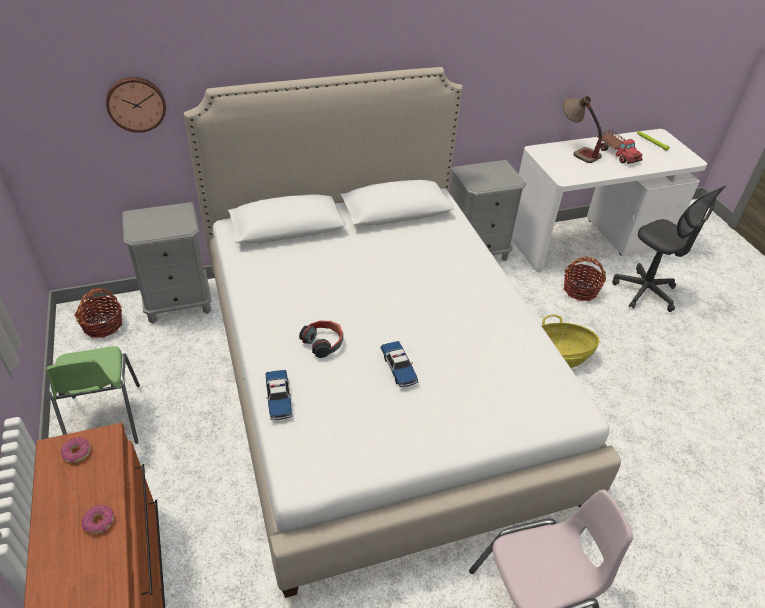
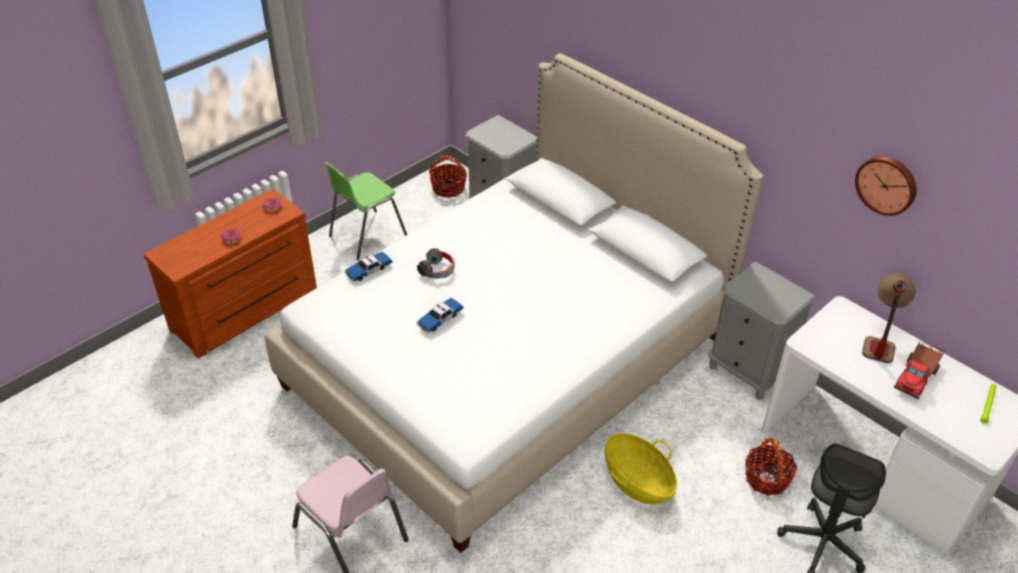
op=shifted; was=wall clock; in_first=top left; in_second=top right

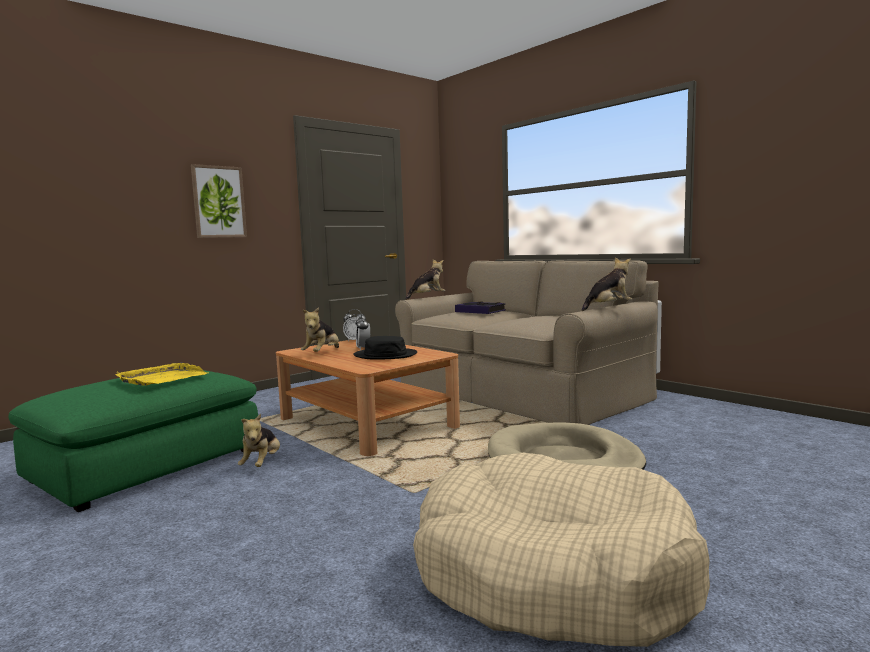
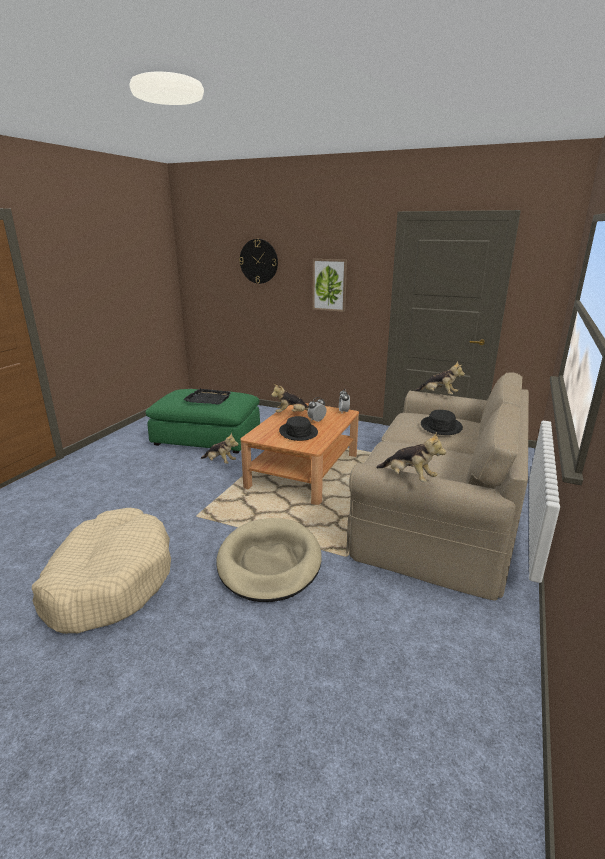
op=swapped; was=bound book; now=clothing hat in black (no. 2 from left); in_first=centre; in_second=middle right
op=repainted; was=carrying tray in yellowish; now=carrying tray in black; in_first=middle left; in_second=centre
op=rotated; was=soft toy (no. 1 from left); in_first=bottom left; in_second=centre; clockwise=-135
op=new; now=wall clock; in_second=top centre

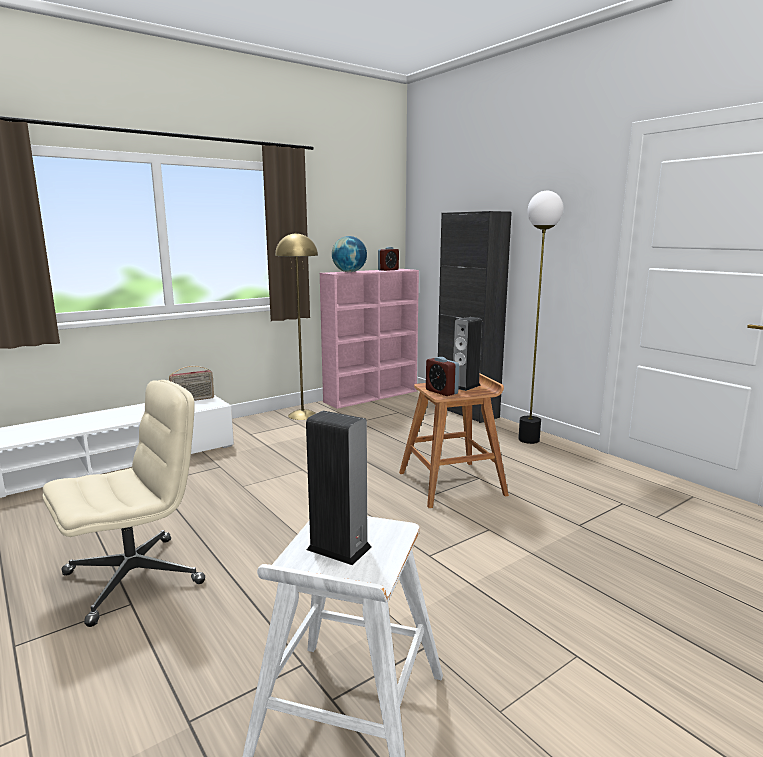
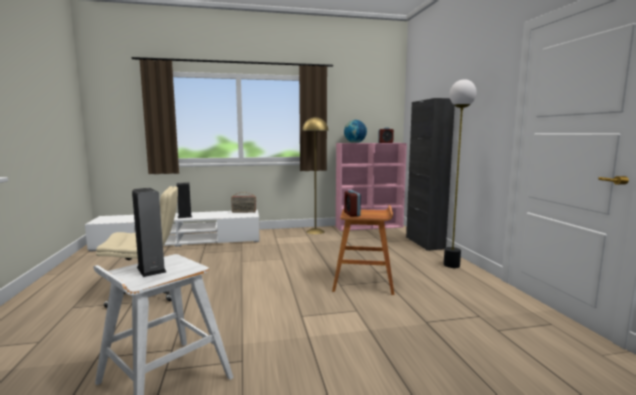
op=shifted; was=audio speaker (no. 2 from left); in_first=centre; in_second=middle left

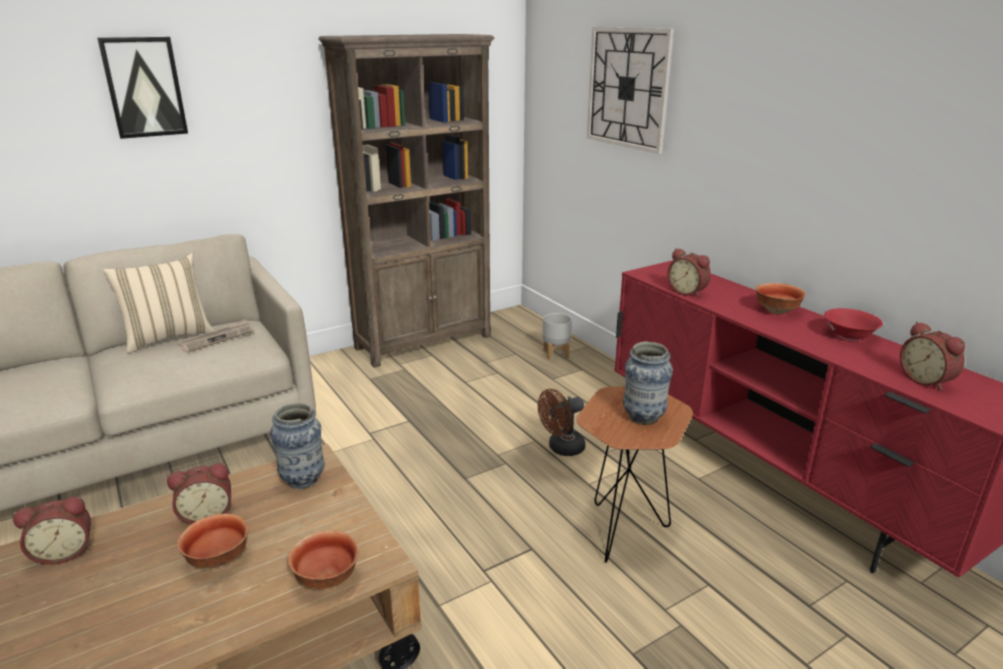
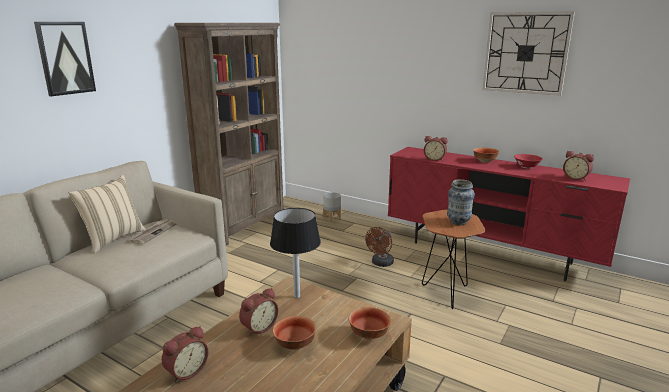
op=shifted; was=wall clock; in_first=top centre; in_second=top right
op=swapped; was=flower vase (no. 1 from left); now=tabletop lamp in black; in_first=bottom left; in_second=centre

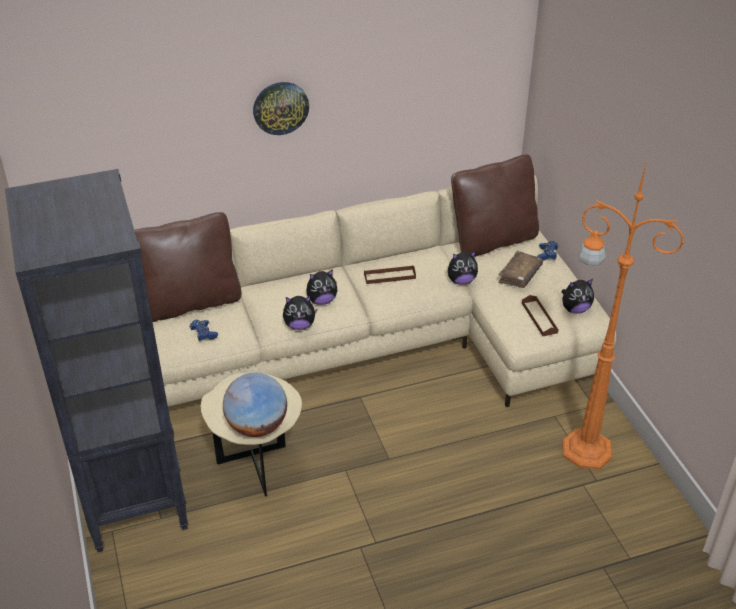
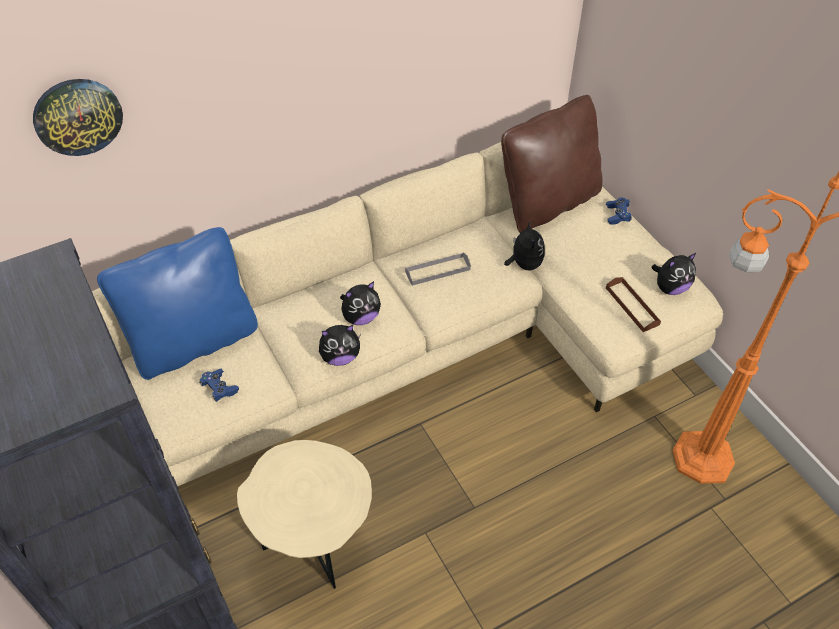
op=shifted; was=wall clock; in_first=top centre; in_second=top left
op=repainted; was=throw pillow in brown (no. 1 from left); now=throw pillow in blue-coloured; in_first=middle left; in_second=middle left
op=rotated; was=soft toy (no. 3 from left); in_first=centre; in_second=centre; clockwise=-75
op=gone; was=bound book in brown; in_first=middle right
op=repainted; was=carrying tray in brown (no. 1 from left); now=carrying tray in greyish; in_first=centre; in_second=centre
op=gone; was=desk globe; in_first=centre

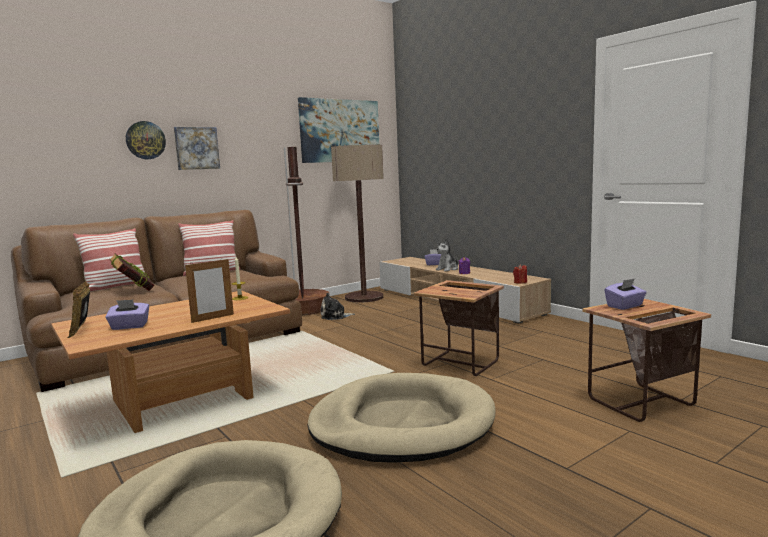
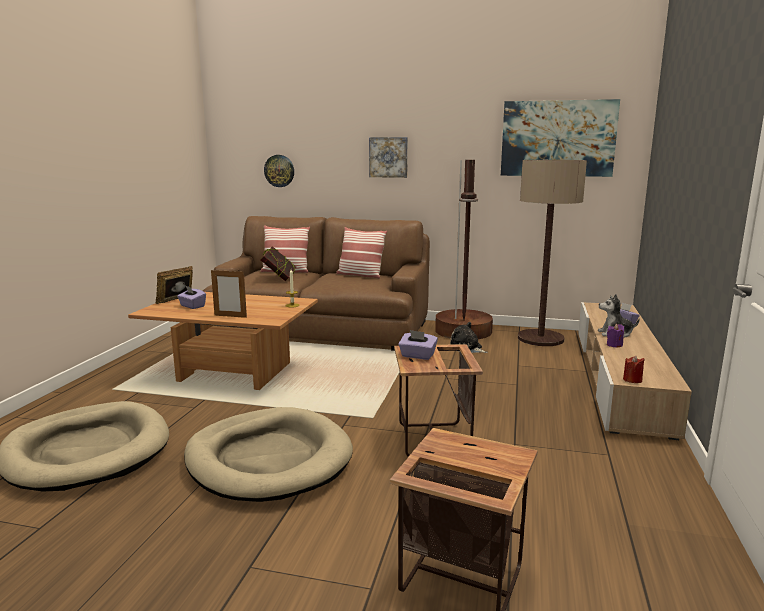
op=shifted; was=wall clock; in_first=top left; in_second=top centre
op=shifted; was=box of tissues in purplish (no. 3 from left in the first image); now=box of tissues in purplish (no. 2 from left); in_first=middle right; in_second=centre

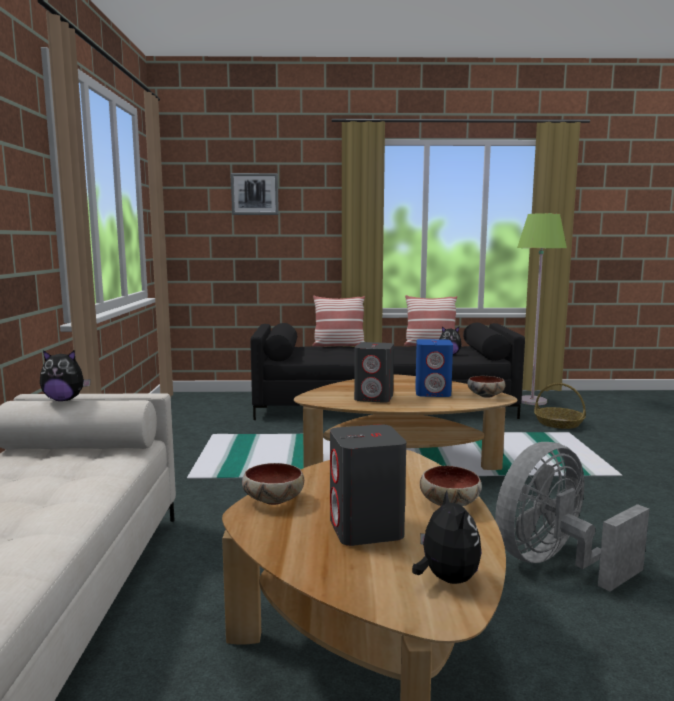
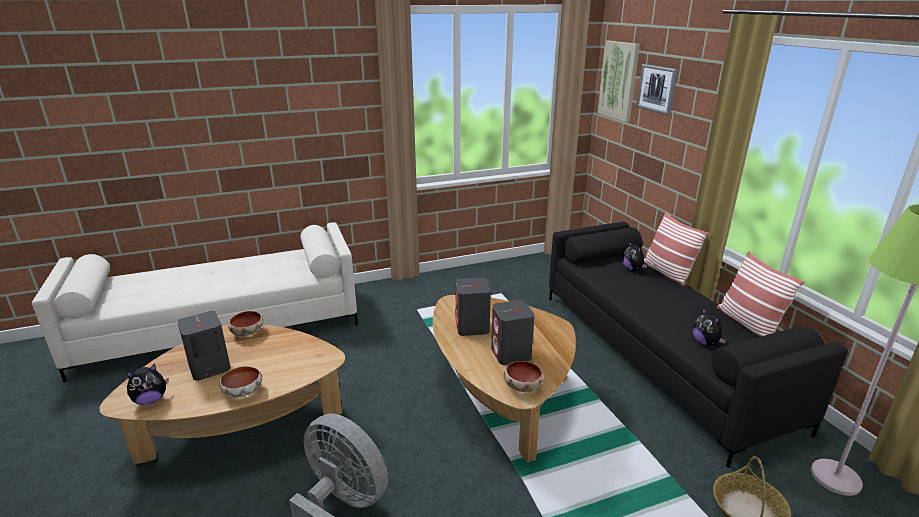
op=repainted; was=audio speaker in blue-coloured; now=audio speaker in greyish (no. 3 from left); in_first=centre; in_second=centre
op=shifted; was=soft toy (no. 1 from left in the first image); now=soft toy (no. 2 from left); in_first=middle left; in_second=middle right
op=new; now=wall picture (no. 1 from left); in_second=top right

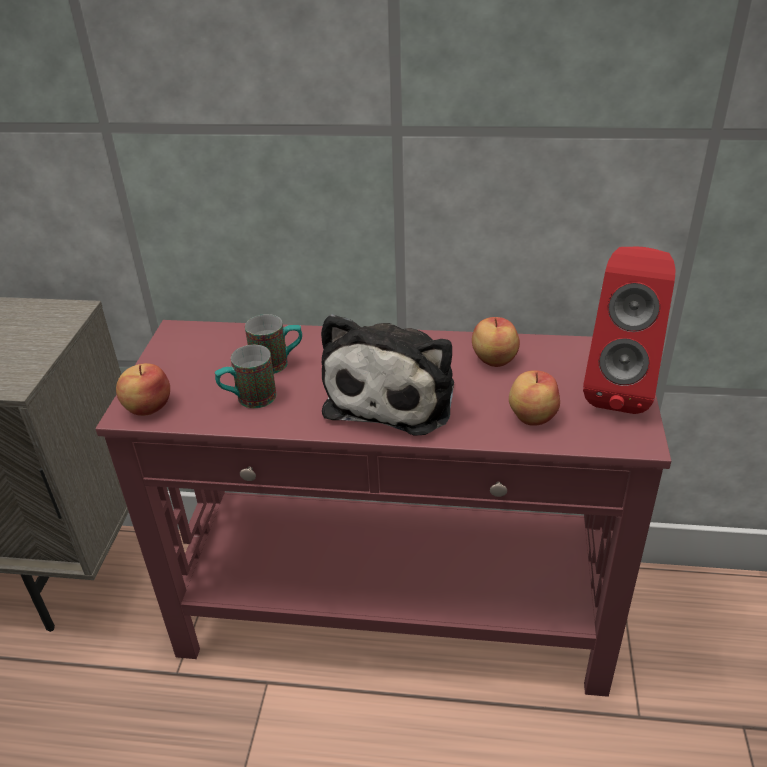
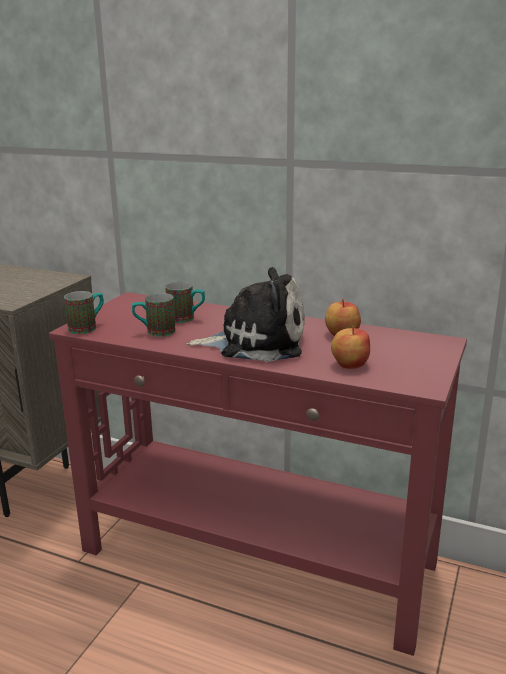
op=gone; was=audio speaker in red; in_first=middle right
op=rotated; was=soft toy; in_first=centre; in_second=centre; clockwise=-120
op=swapped; was=apple fruit (no. 1 from left); now=tea mug (no. 1 from left); in_first=middle left; in_second=middle left

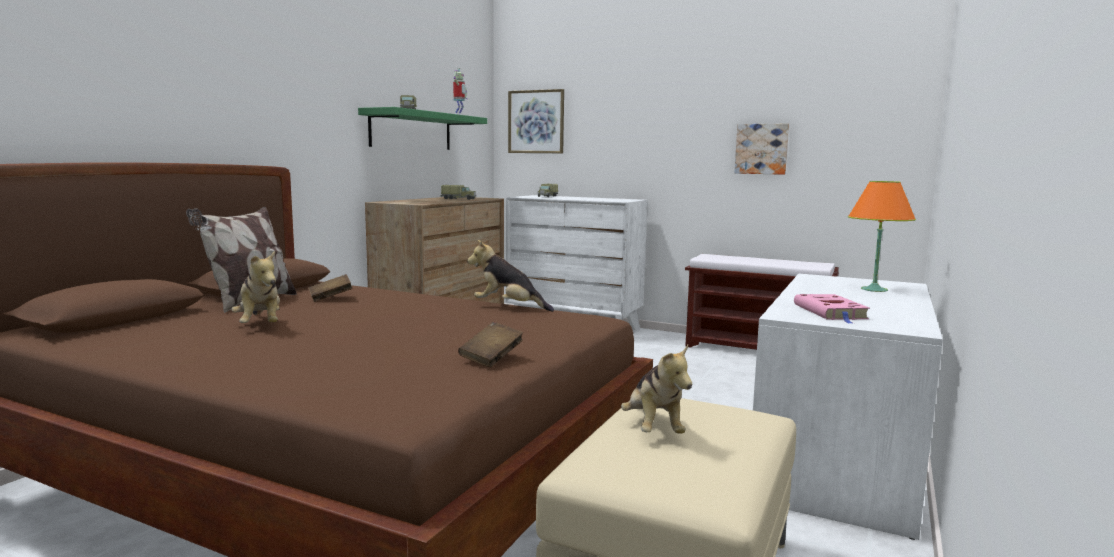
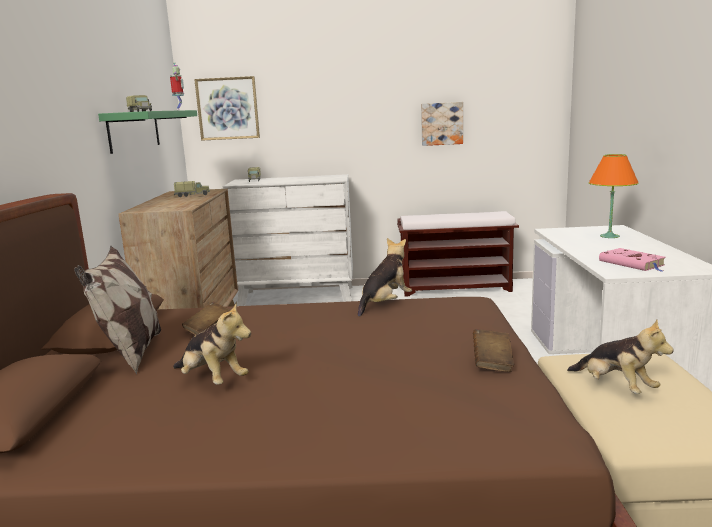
op=rotated; was=soft toy (no. 2 from left); in_first=centre; in_second=centre; clockwise=135

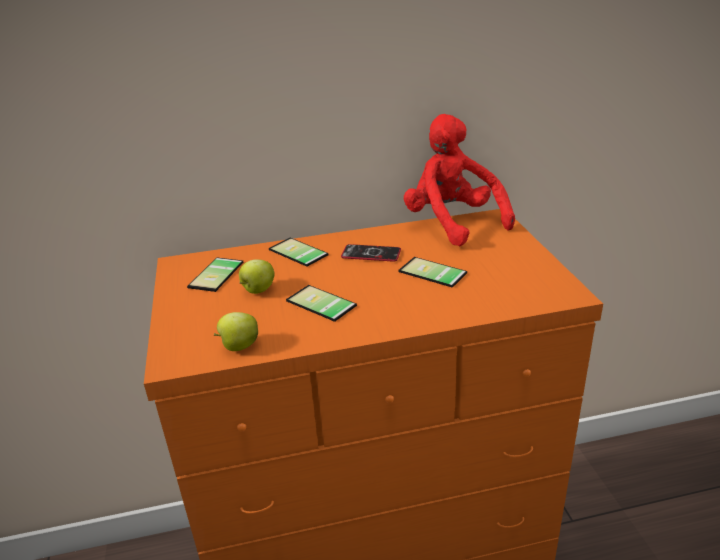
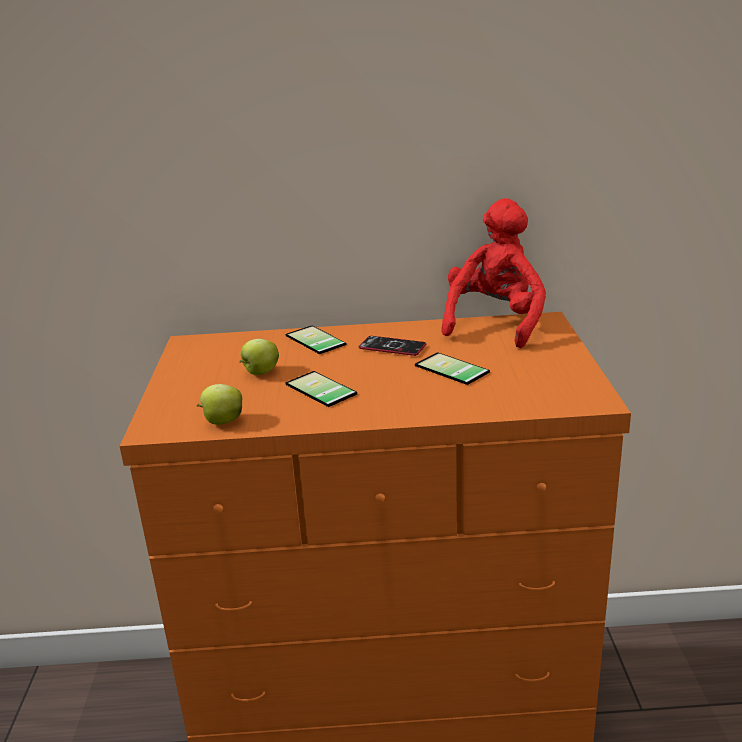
op=rotated; was=soft toy in red; in_first=top centre; in_second=centre; clockwise=45
op=gone; was=phone (no. 1 from left); in_first=middle left

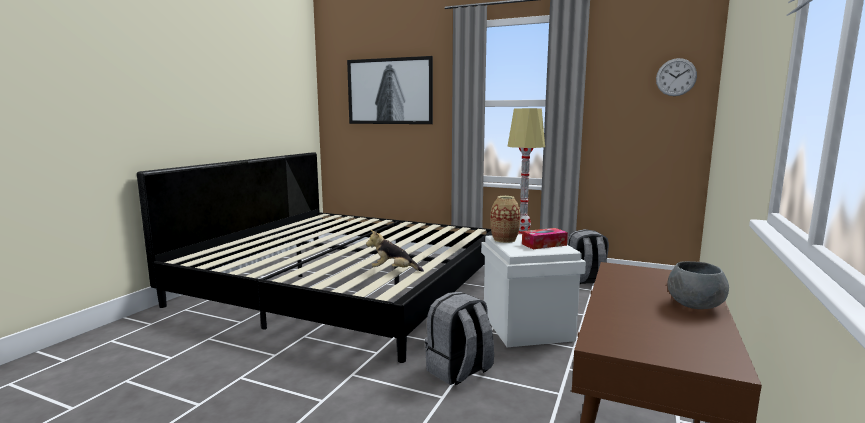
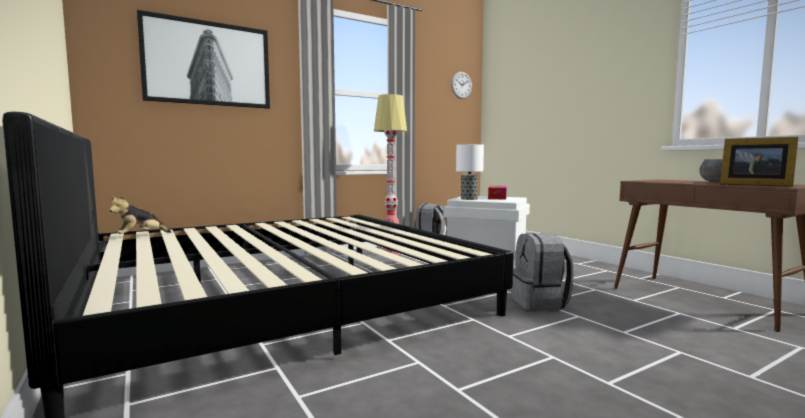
op=swapped; was=flower vase; now=tabletop lamp; in_first=centre; in_second=centre
op=shifted; was=soft toy; in_first=centre; in_second=middle left
op=new; now=standing frame; in_second=middle right

